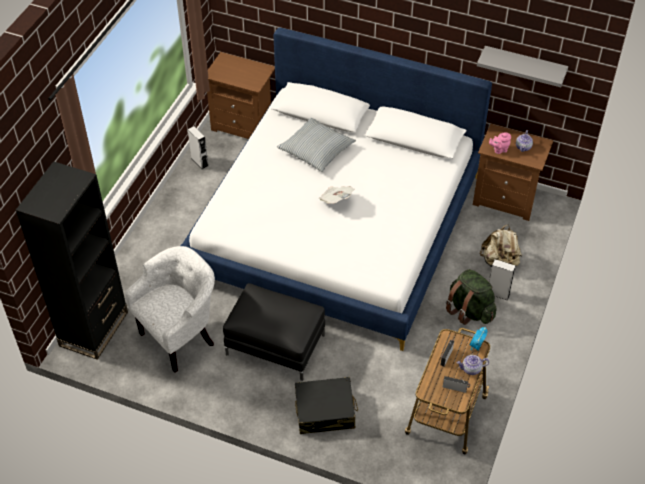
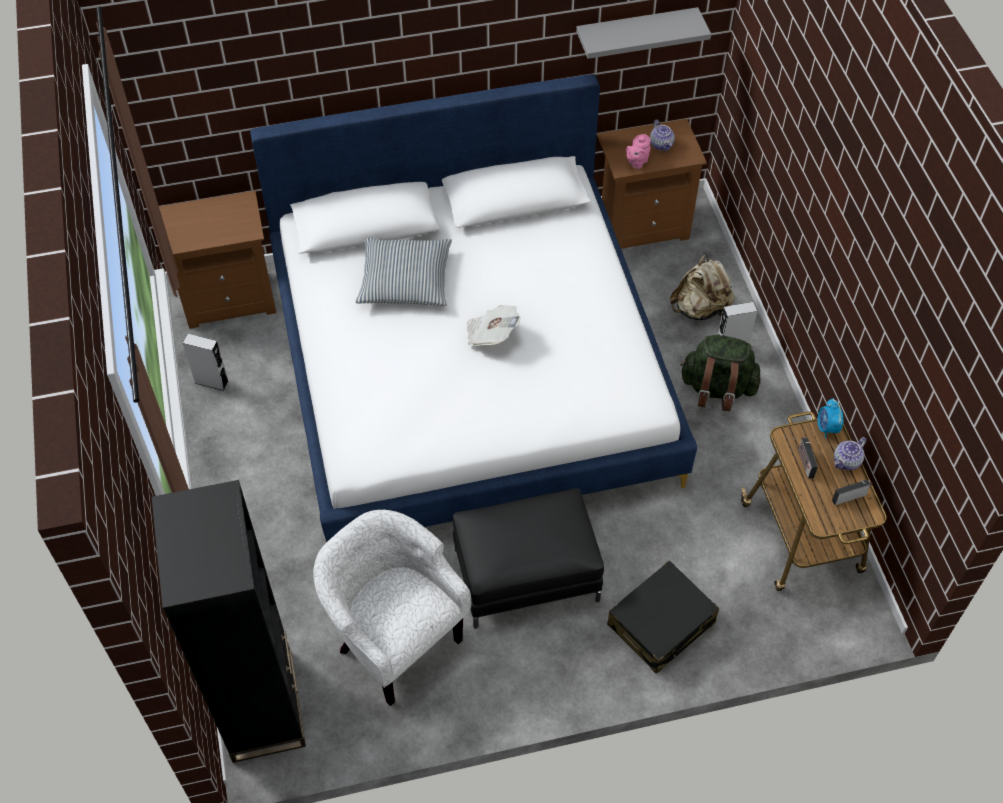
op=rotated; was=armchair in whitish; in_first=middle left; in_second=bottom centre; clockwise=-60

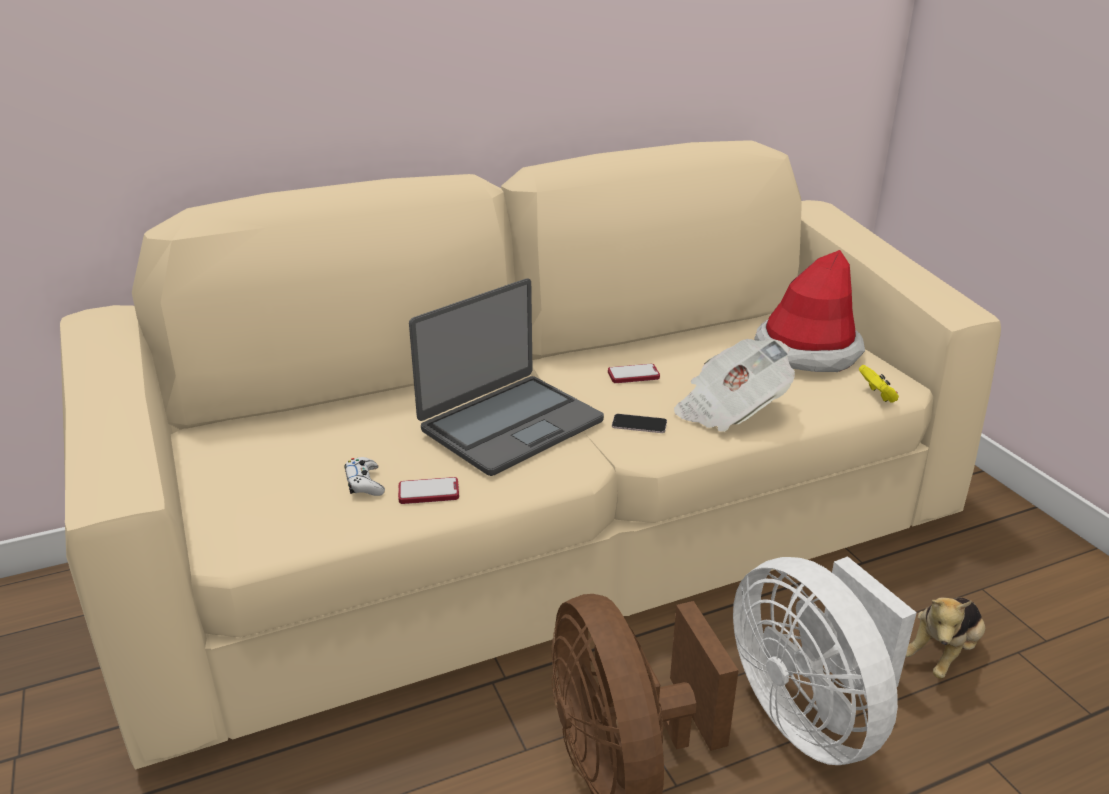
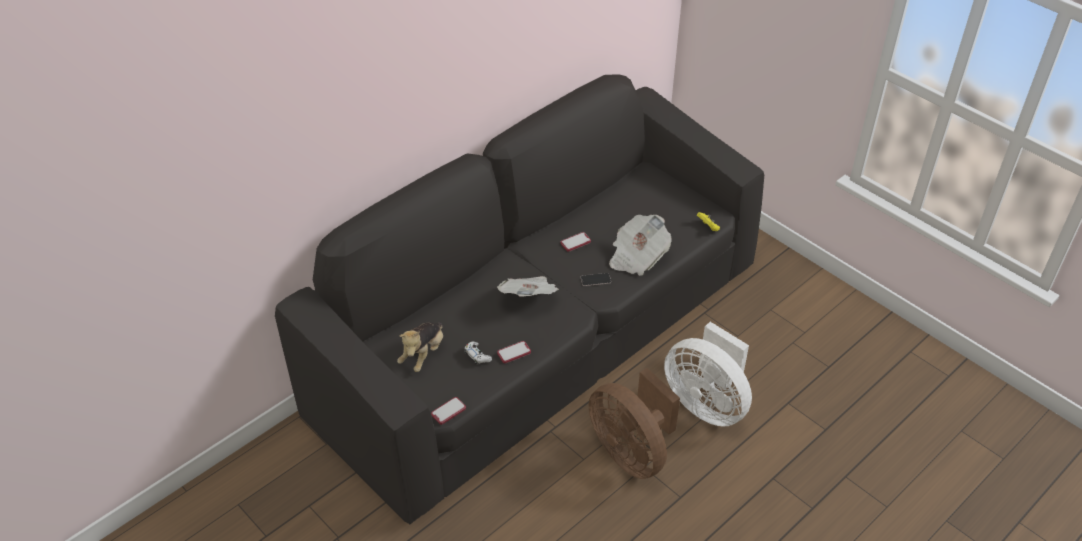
op=repainted; was=couch in beige; now=couch in black; in_first=centre; in_second=centre
op=gone; was=clothing hat; in_first=middle right
op=swapped; was=laptop; now=daily paper (no. 1 from left); in_first=centre; in_second=centre
op=shifted; was=soft toy; in_first=bottom right; in_second=centre
op=new; now=phone (no. 1 from left); in_second=bottom centre

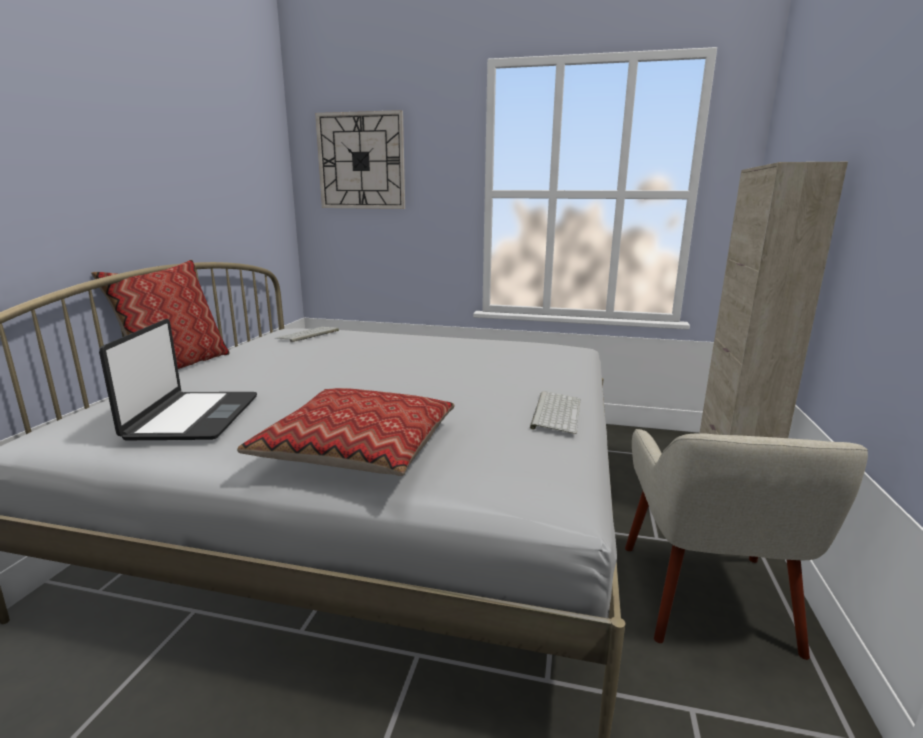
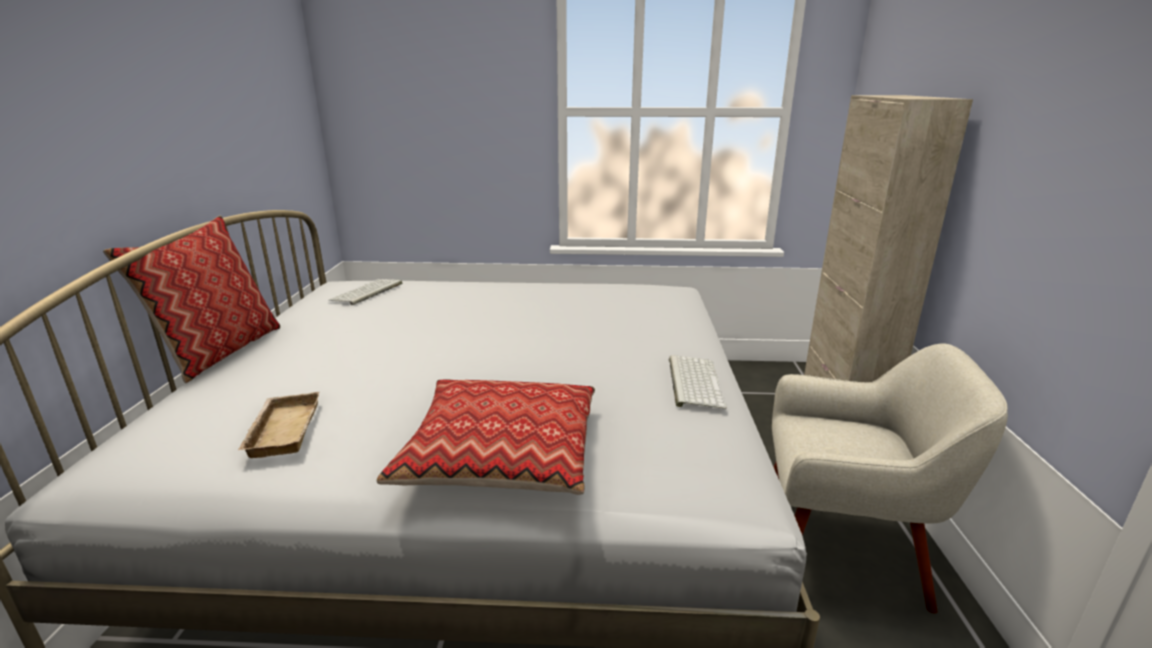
op=gone; was=wall clock; in_first=top centre
op=swapped; was=laptop; now=carrying tray in beige; in_first=middle left; in_second=middle left
op=rotated; was=armchair in beige; in_first=bottom right; in_second=bottom right; clockwise=-75

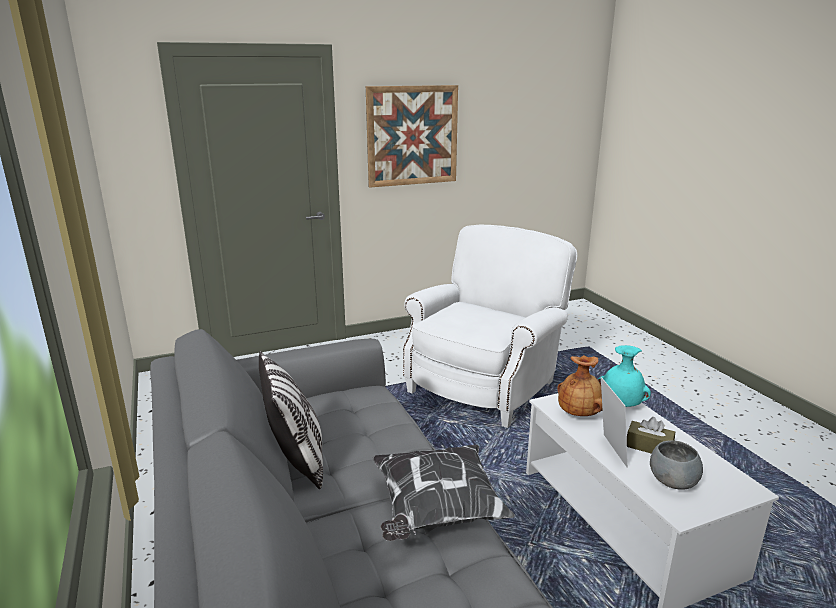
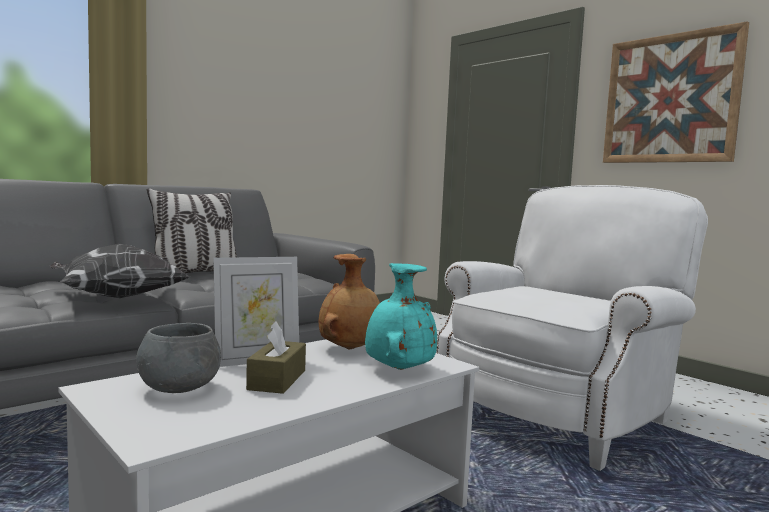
op=rotated; was=armchair in whitish; in_first=centre; in_second=middle right; clockwise=-60

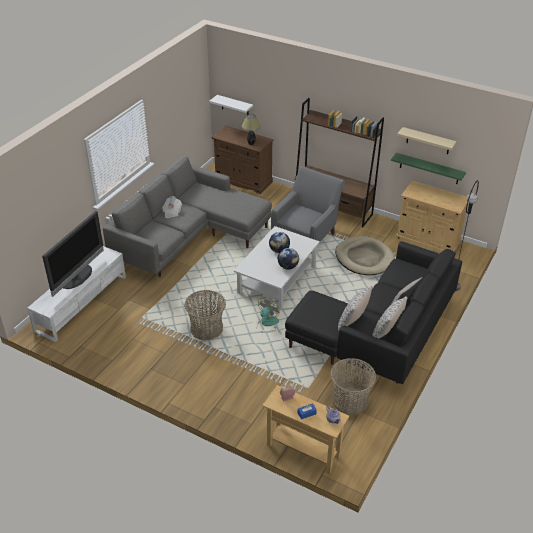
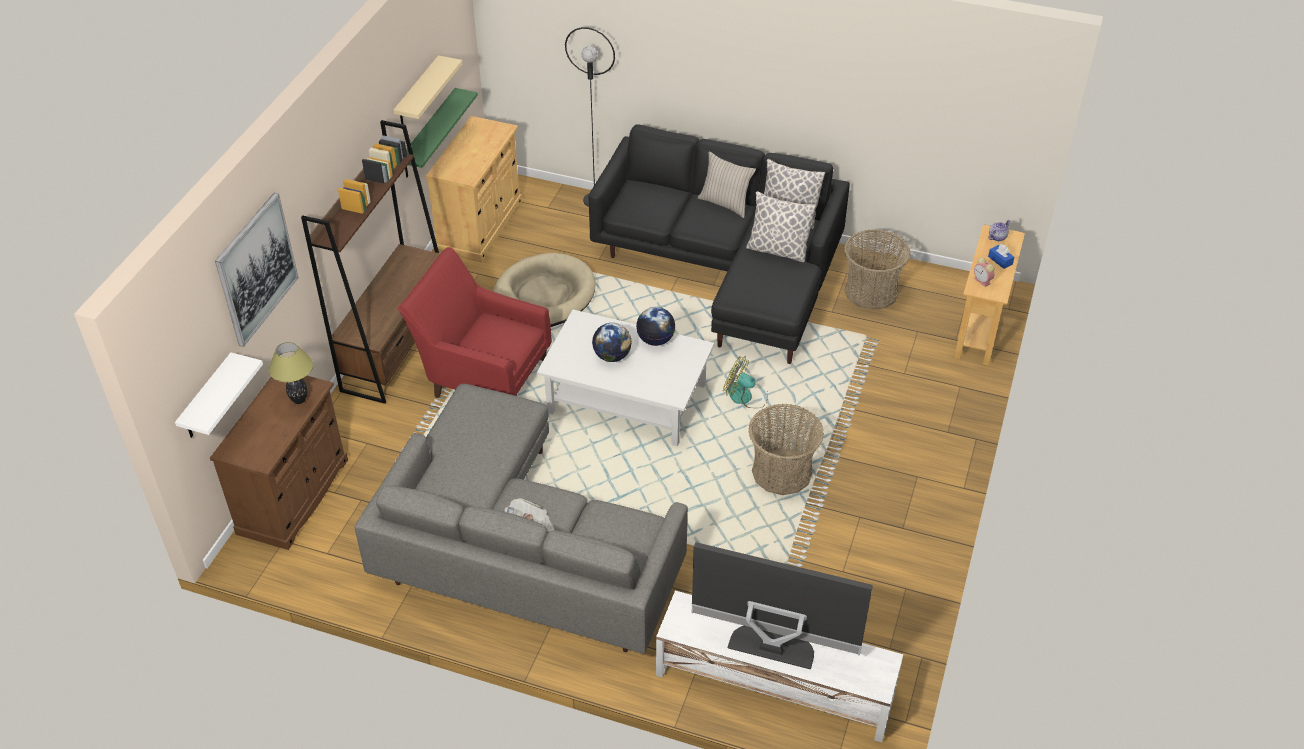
op=repainted; was=armchair in greyish; now=armchair in red; in_first=centre; in_second=centre
op=new; now=wall picture; in_second=middle left

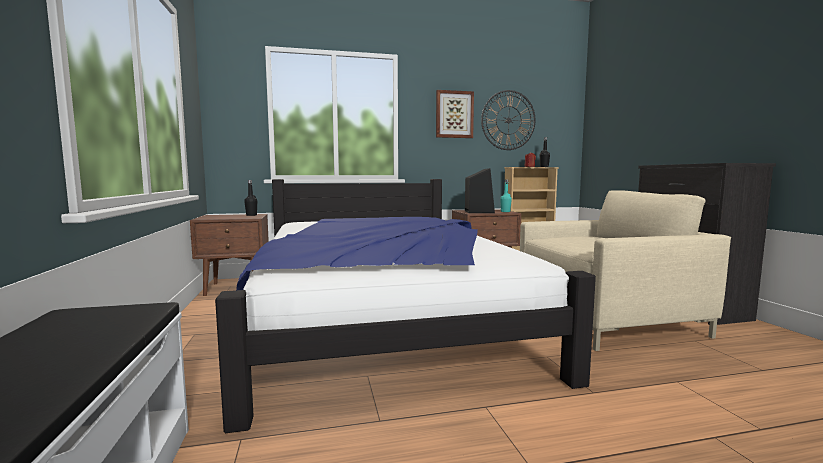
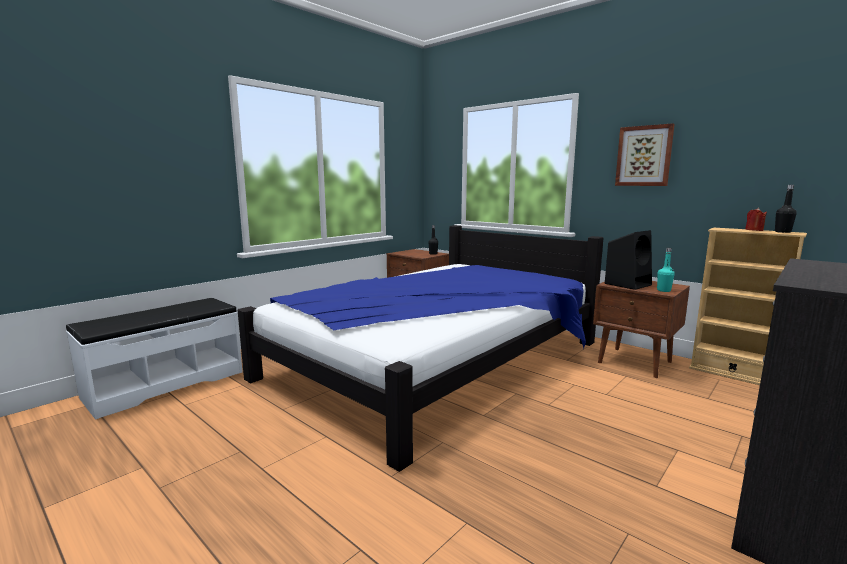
op=gone; was=wall clock; in_first=top centre
op=gone; was=armchair in beige; in_first=middle right

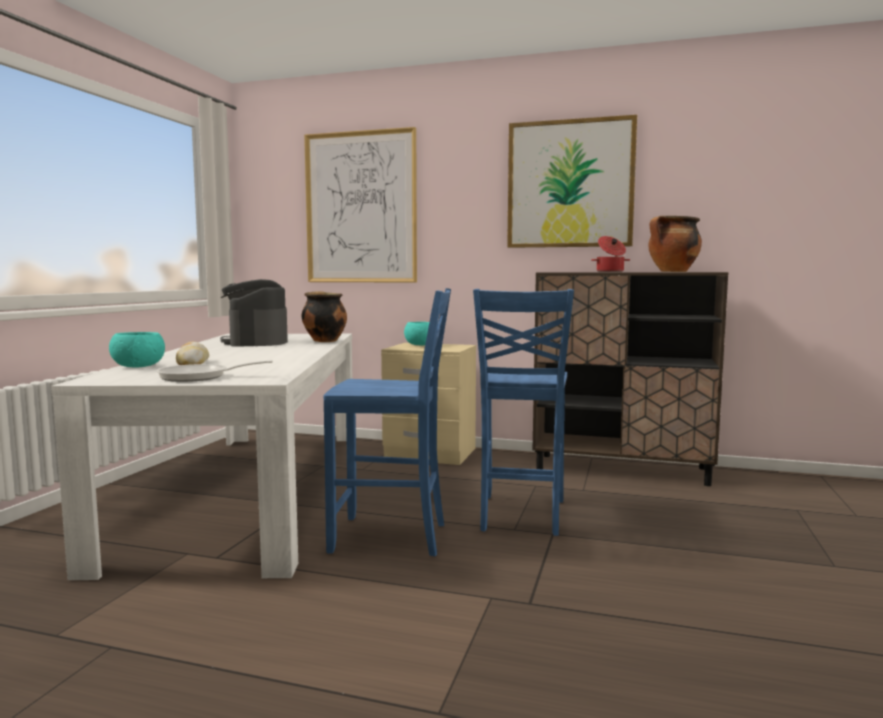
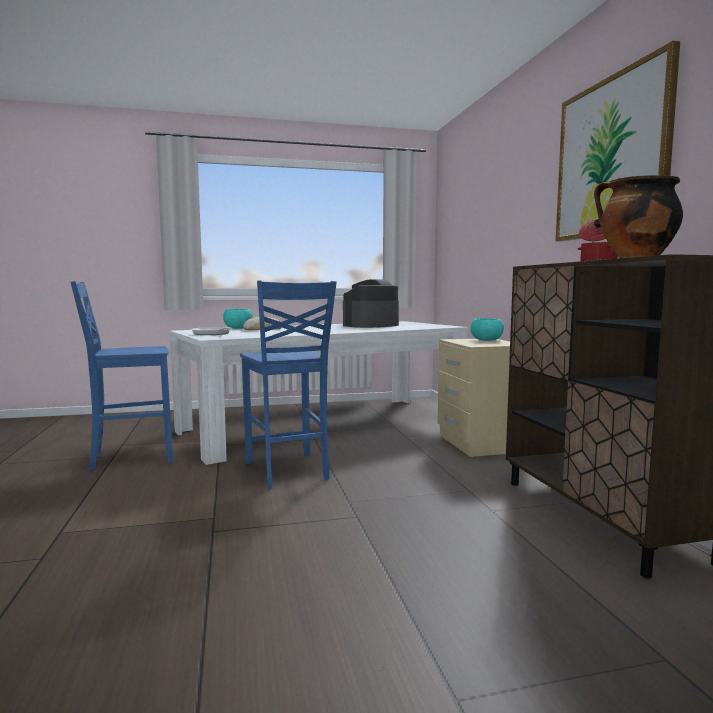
op=gone; was=wall picture (no. 1 from left); in_first=top centre
op=shifted; was=plain chair in blue-coloured (no. 2 from left in the first image); now=plain chair in blue-coloured (no. 1 from left); in_first=centre; in_second=middle left
op=gone; was=saucepot (no. 1 from left); in_first=centre

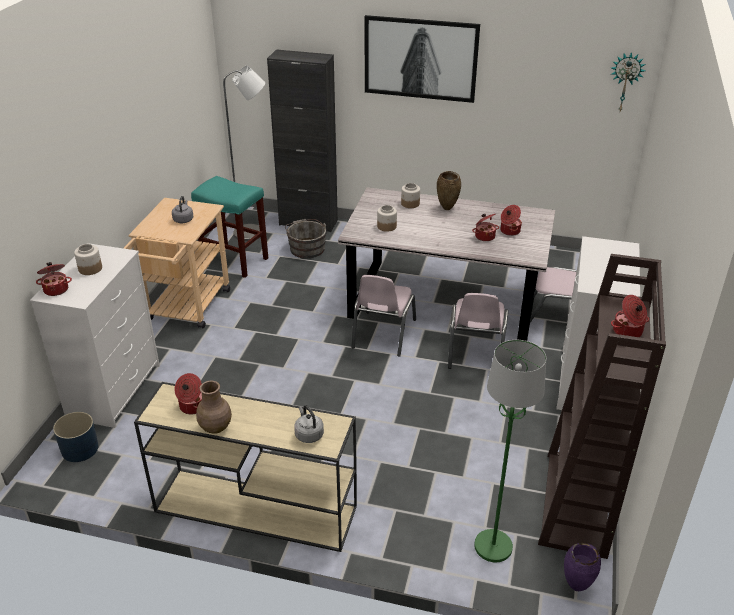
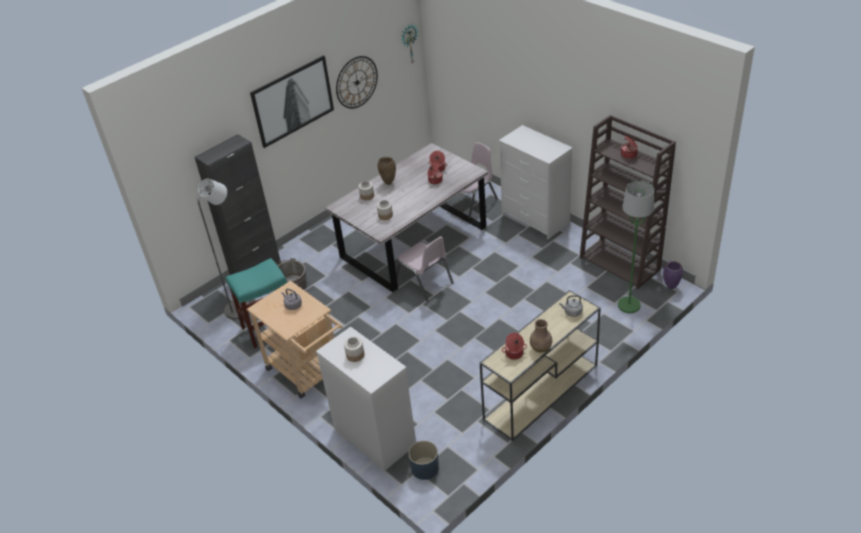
op=gone; was=saucepot (no. 1 from left); in_first=middle left
op=gone; was=plain chair in pink (no. 2 from left); in_first=centre
op=new; now=wall clock (no. 1 from left); in_second=top centre

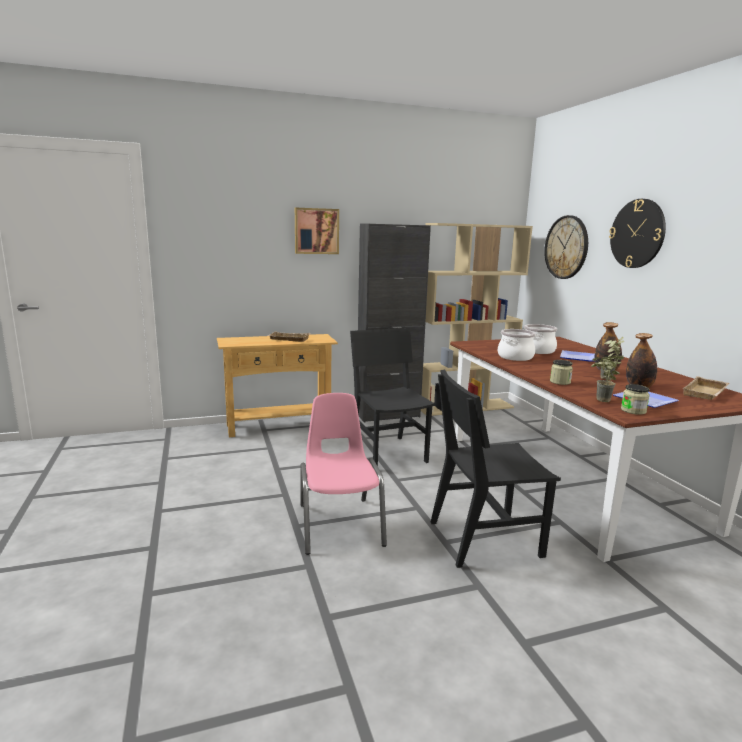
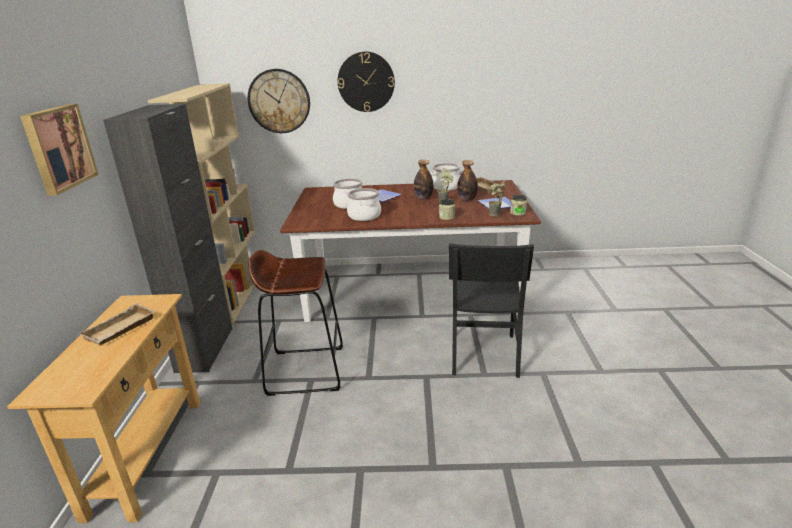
op=swapped; was=plain chair in black (no. 1 from left); now=stool in brown; in_first=centre; in_second=centre
op=gone; was=plain chair in pink; in_first=centre
op=new; now=saucepot (no. 3 from left); in_second=centre

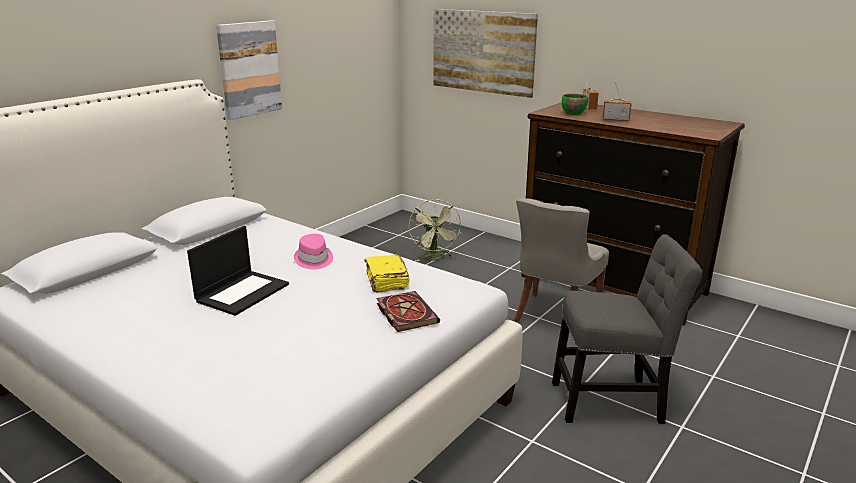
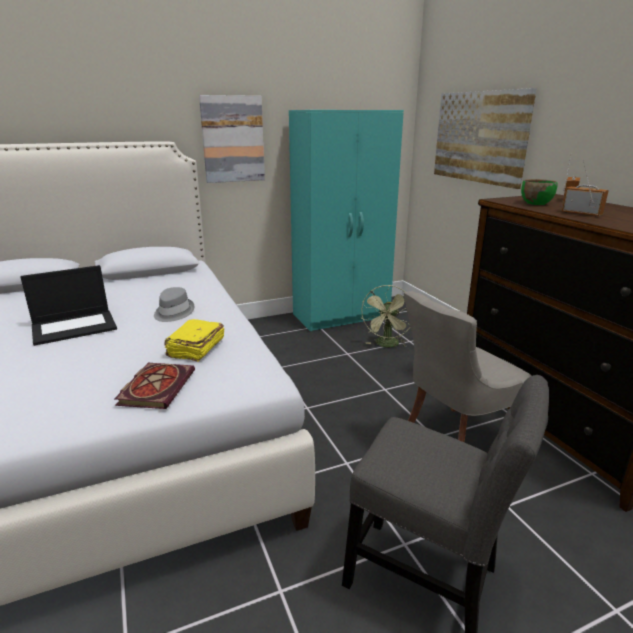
op=repainted; was=clothing hat in pink; now=clothing hat in greyish; in_first=centre; in_second=middle left
op=new; now=clothes cupboard in blue-green; in_second=centre

